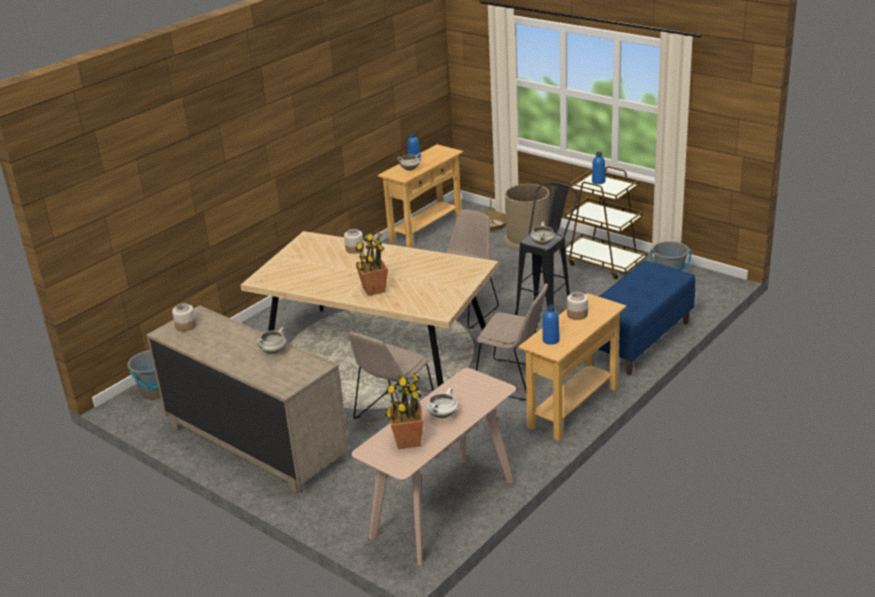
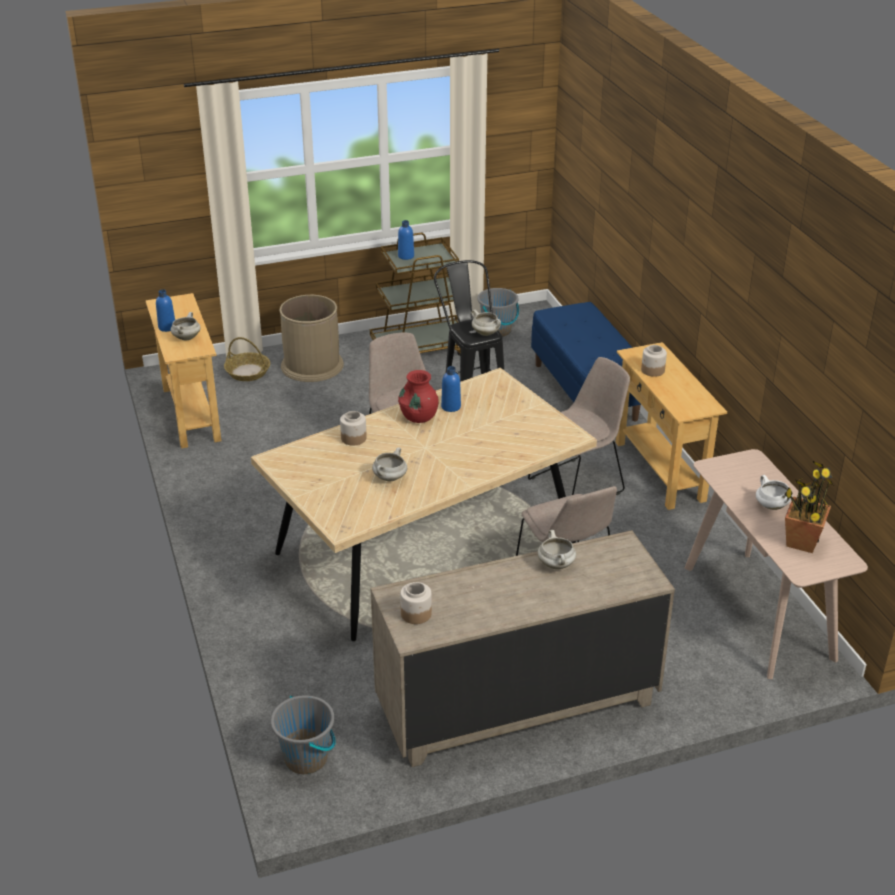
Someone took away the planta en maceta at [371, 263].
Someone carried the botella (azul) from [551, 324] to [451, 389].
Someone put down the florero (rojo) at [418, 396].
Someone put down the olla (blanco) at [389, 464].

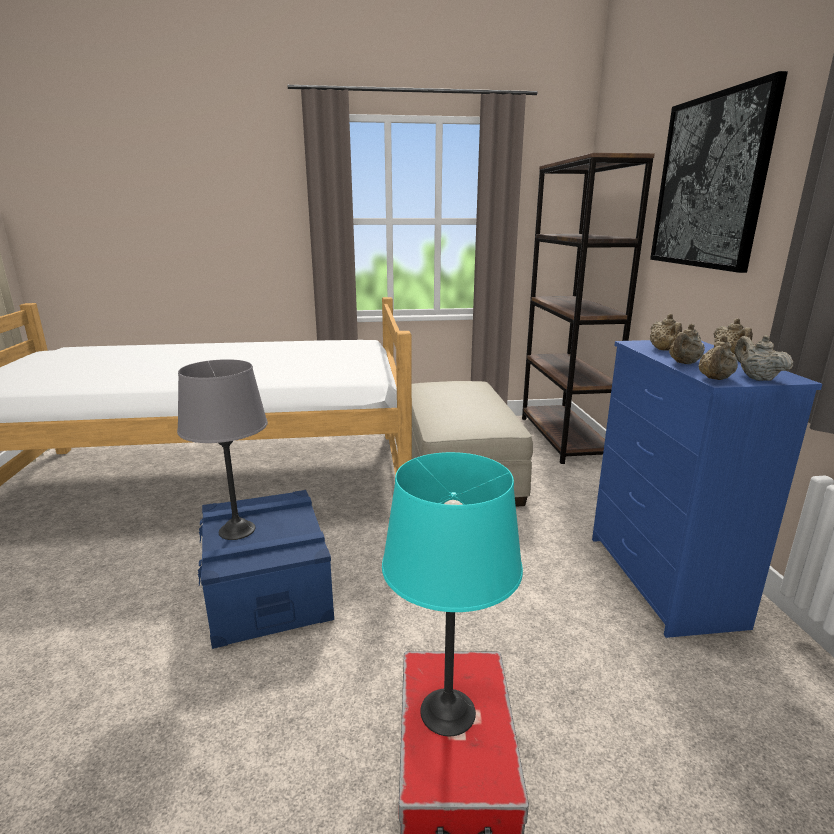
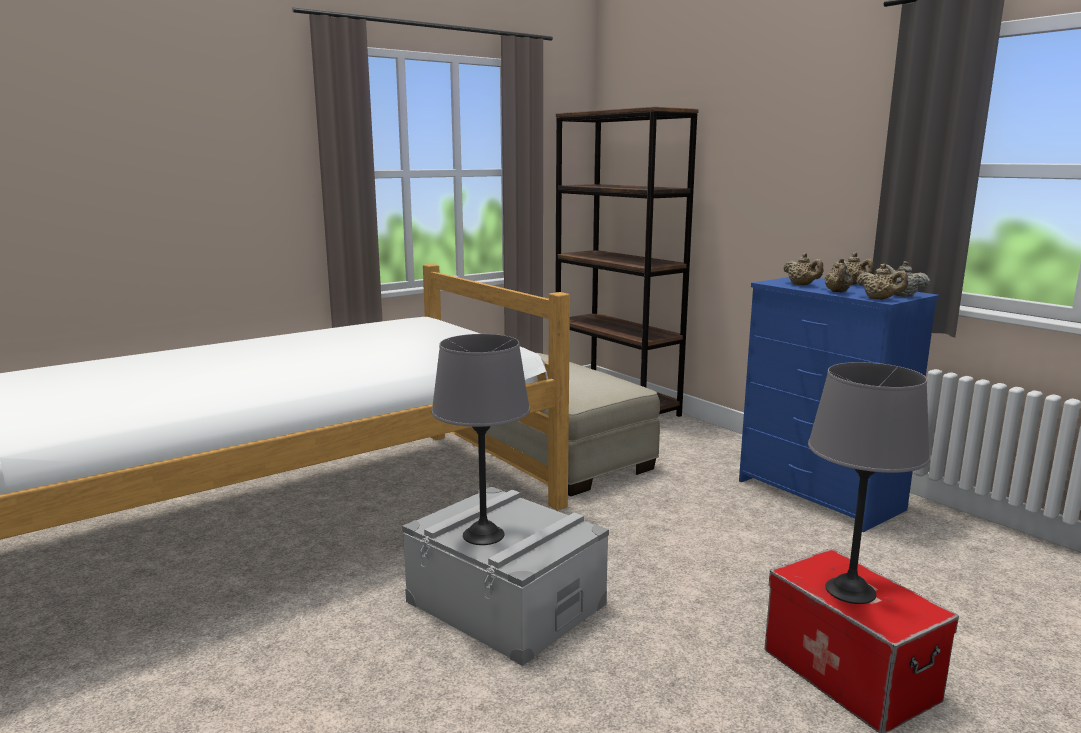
Someone took away the cuadro at [719, 172].
Someone rotated the tetera (beis) at [718, 358] by 45 degrees counterclockwise.
Someone repainted the lámpara de mesa (turquesa) at [452, 594], which became the lámpara de mesa (gris) at [869, 483].
Someone repainted the caja de almacenaje (azul) at [266, 569], which became the caja de almacenaje (gris) at [505, 576].

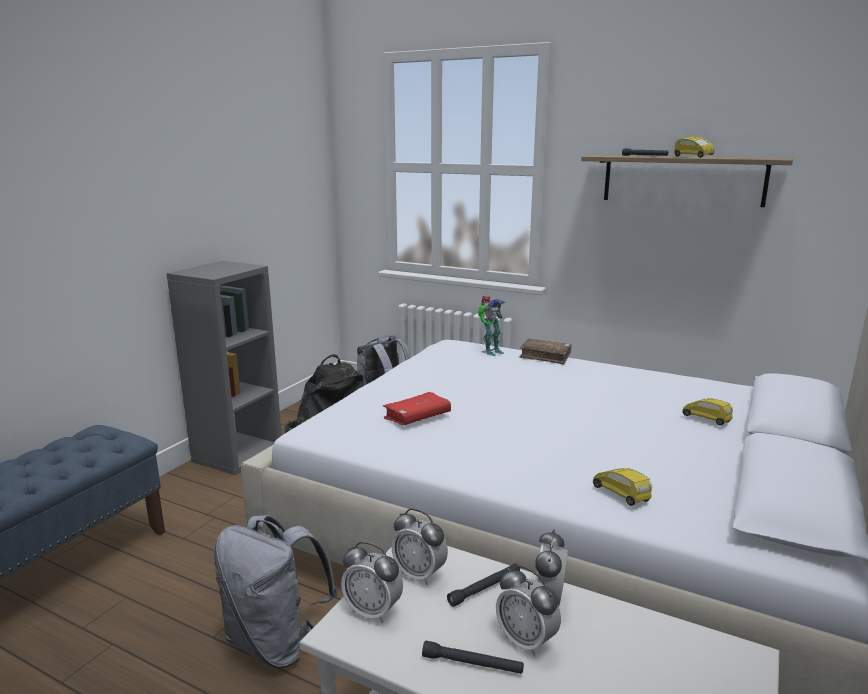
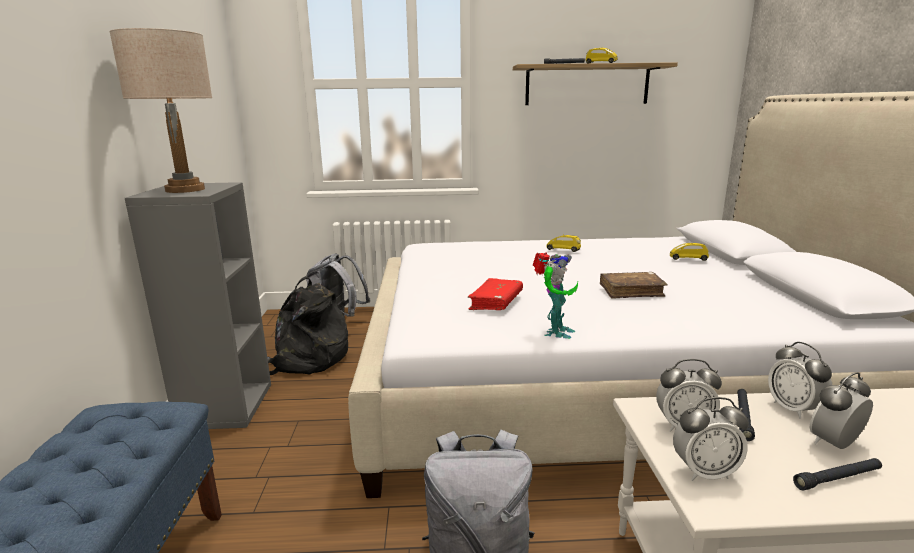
Someone carried the robot de juguete from [491, 326] to [555, 295].
Someone carried the libro (marrón) from [545, 352] to [634, 285].
Someone carried the coche de juguete (amarillo) from [622, 487] to [563, 243].
Someone rotated the despertador at [528, 611] by 135 degrees clockwise.
Someone put down the lámpara de mesa (beis) at [160, 110].

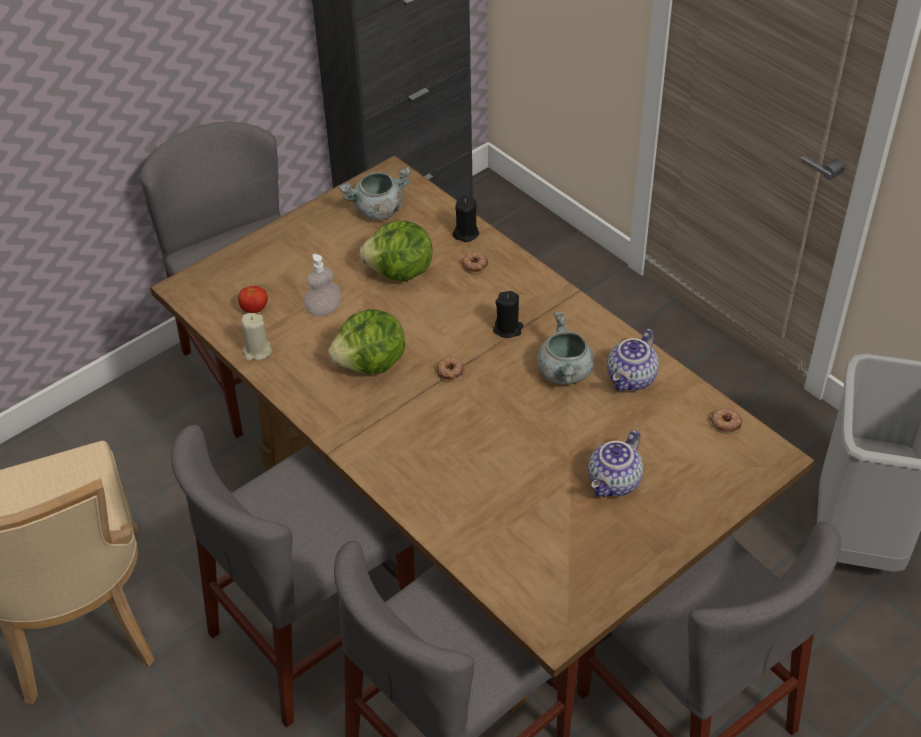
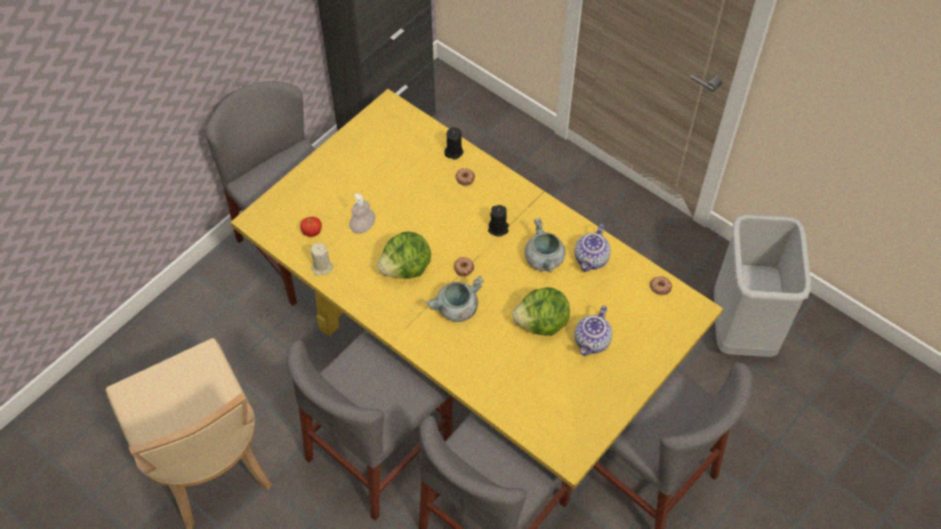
Someone repainted the mesa de comedor (marrón) at [482, 434], which became the mesa de comedor (amarillo) at [476, 289].
Someone carried the olla (gris) from [374, 193] to [455, 299].
Someone carried the lechuga from [396, 251] to [541, 311].

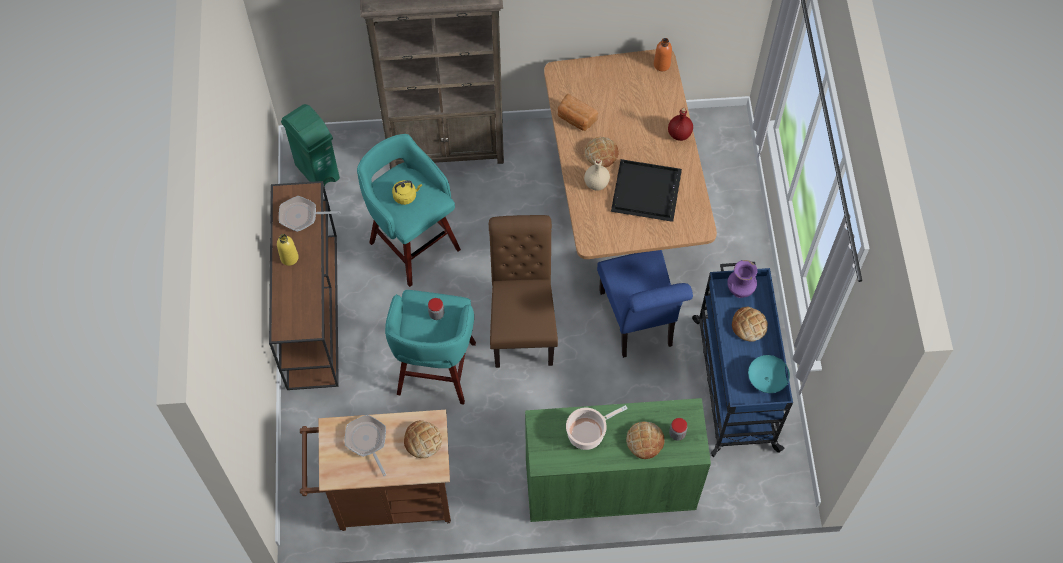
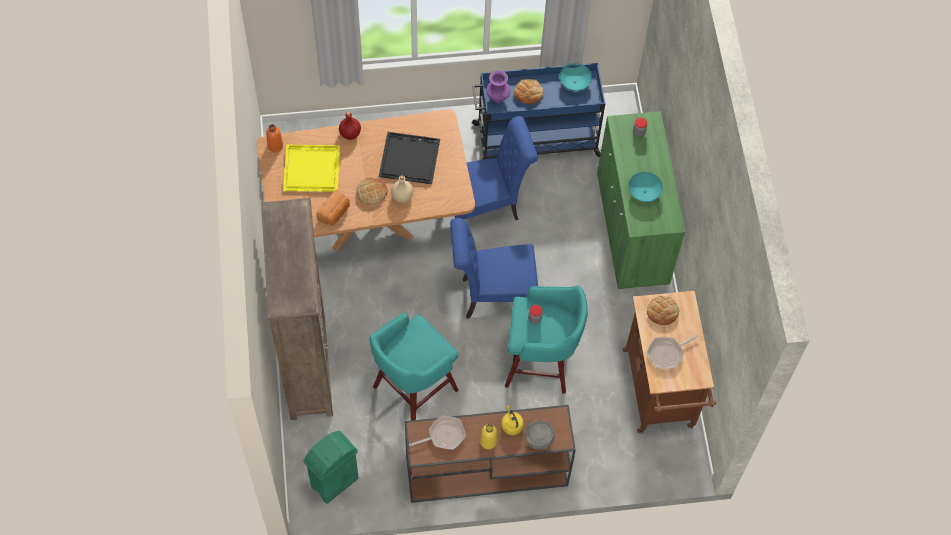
Someone carried the hervidor (amarillo) from [407, 192] to [512, 420].
Someone rotated the sartén at [309, 214] by 105 degrees counterclockwise.
Someone repainted the silla (marrón) at [523, 291], which became the silla (azul) at [494, 268].
Someone swapped the olla at [597, 427] for the cuenco (turquesa) at [646, 187].
Someone took away the pan at [645, 440].
Someone put down the bandeja (amarillo) at [311, 168].
Someone put down the cuenco (gris) at [540, 435].

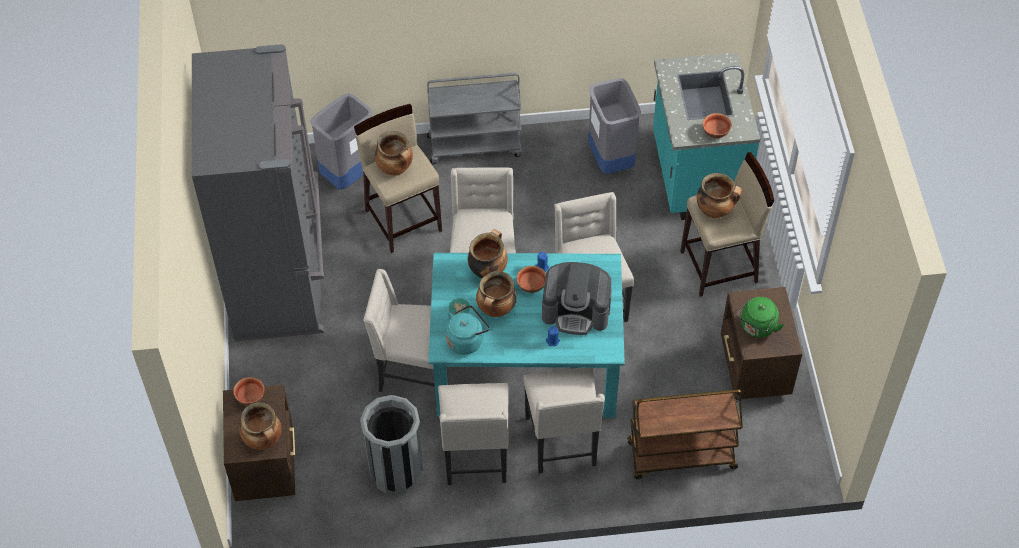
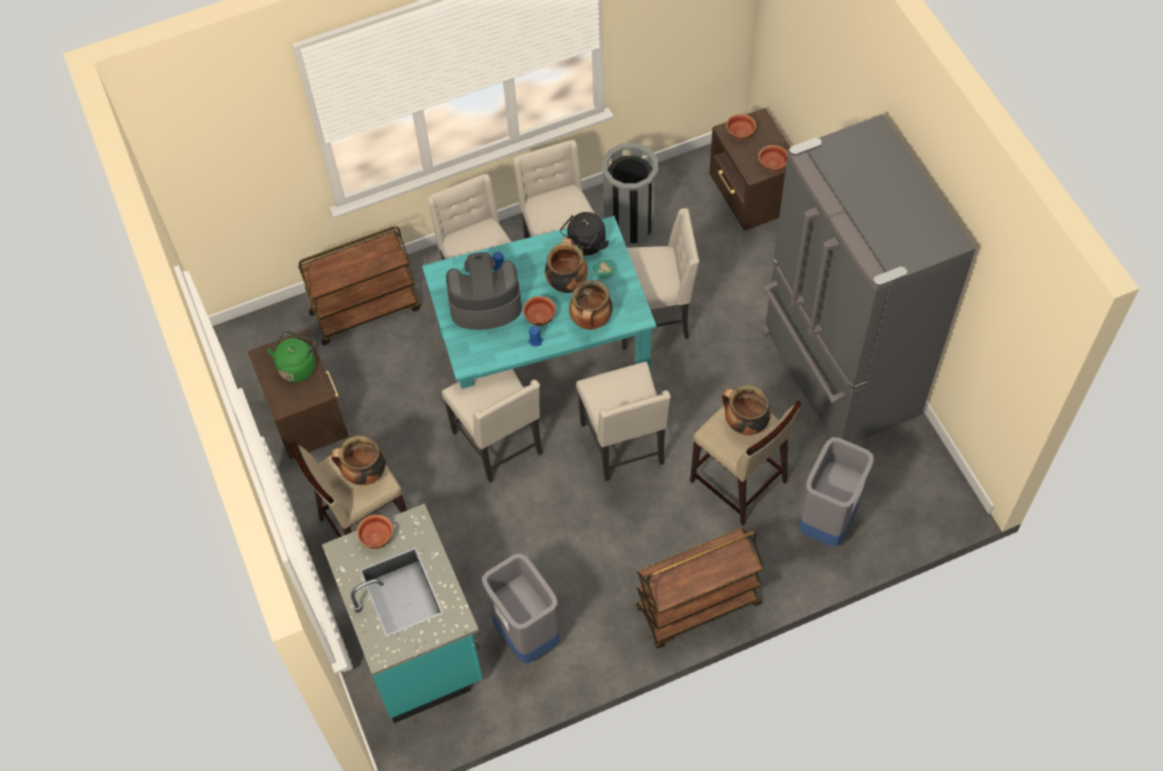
Someone repainted the carrito (gris) at [474, 118], which became the carrito (marrón) at [700, 588].
Someone repainted the hervidor (turquesa) at [468, 330], which became the hervidor (negro) at [584, 234].
Someone swapped the olla at [260, 426] for the cuenco at [741, 127].

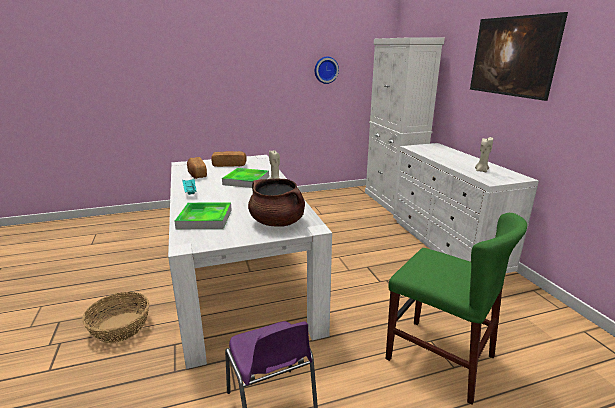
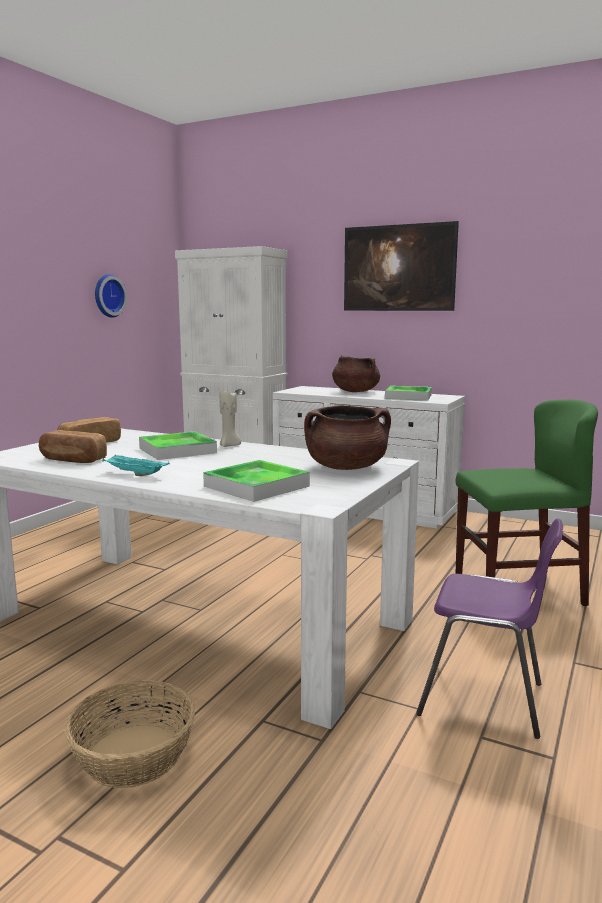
Someone swapped the vela (beis) at [484, 154] for the bandeja at [408, 393].
Someone put down the olla (marrón) at [356, 373].

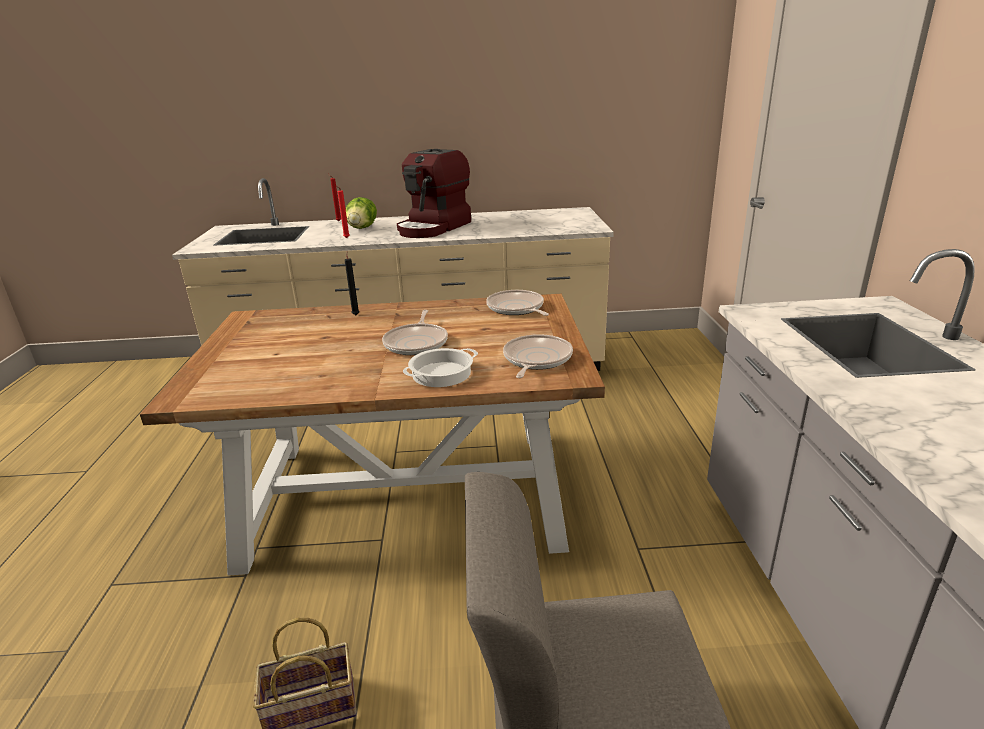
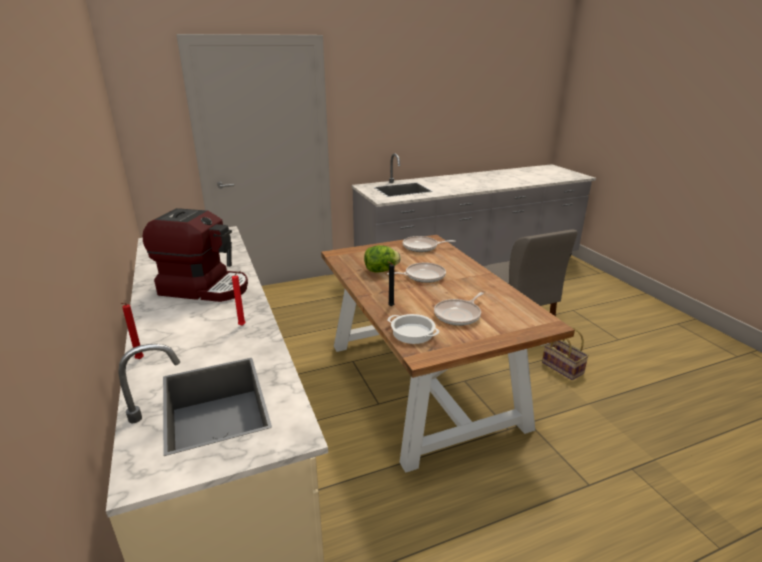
Someone carried the lechuga from [361, 213] to [382, 259].
Someone carried the sartén from [517, 303] to [459, 309].
Someone carried the olla from [440, 367] to [413, 329].

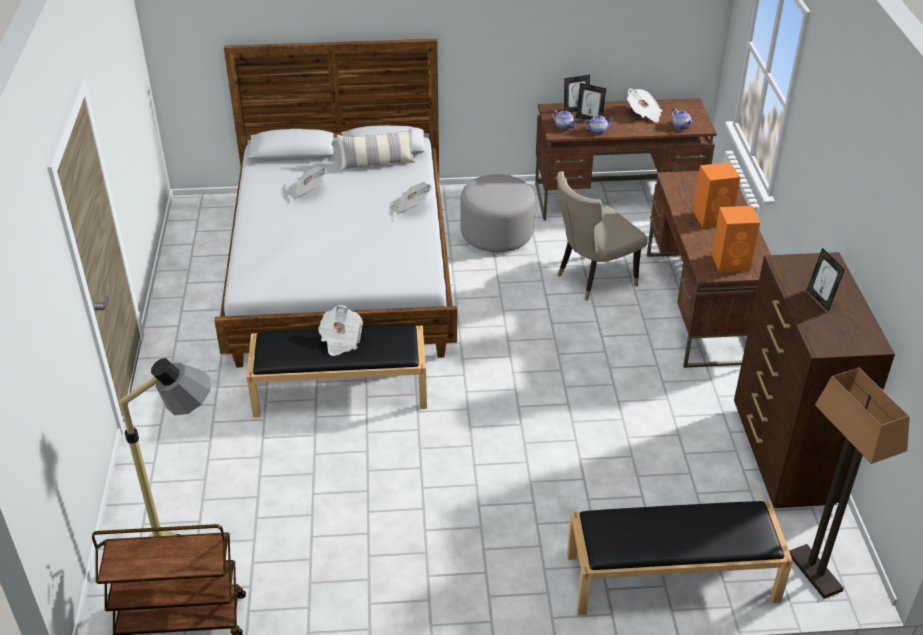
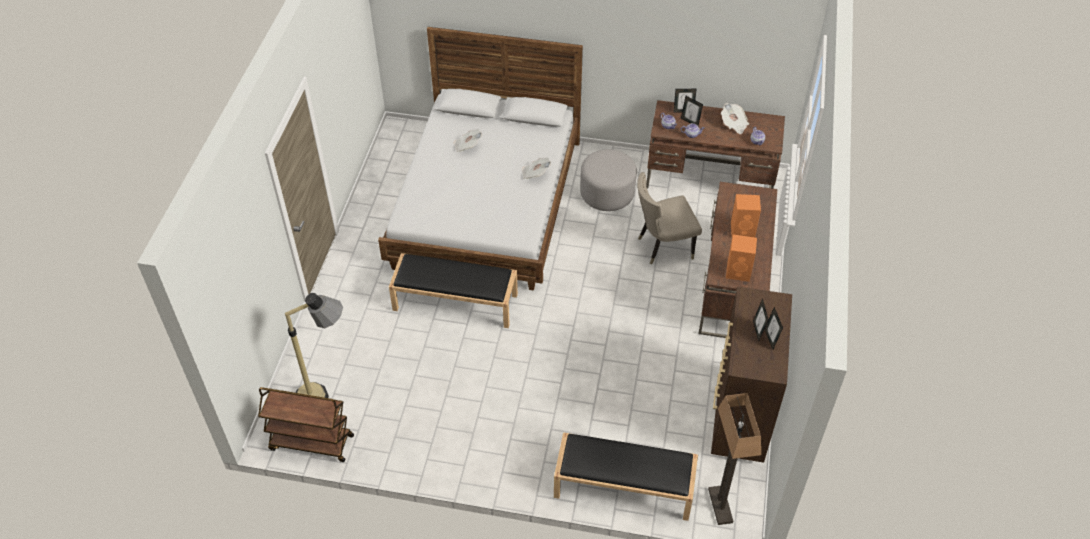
Someone took away the cojín at [376, 149].
Someone took away the periódico at [340, 330].
Someone put down the portarretratos at [773, 328].

